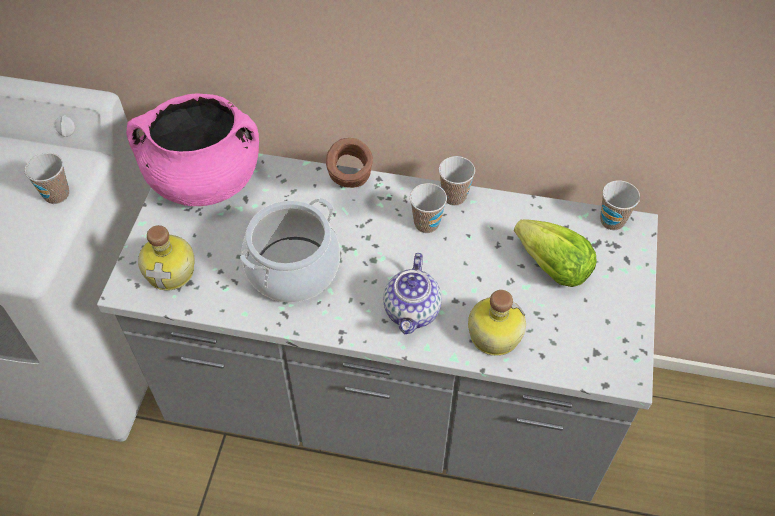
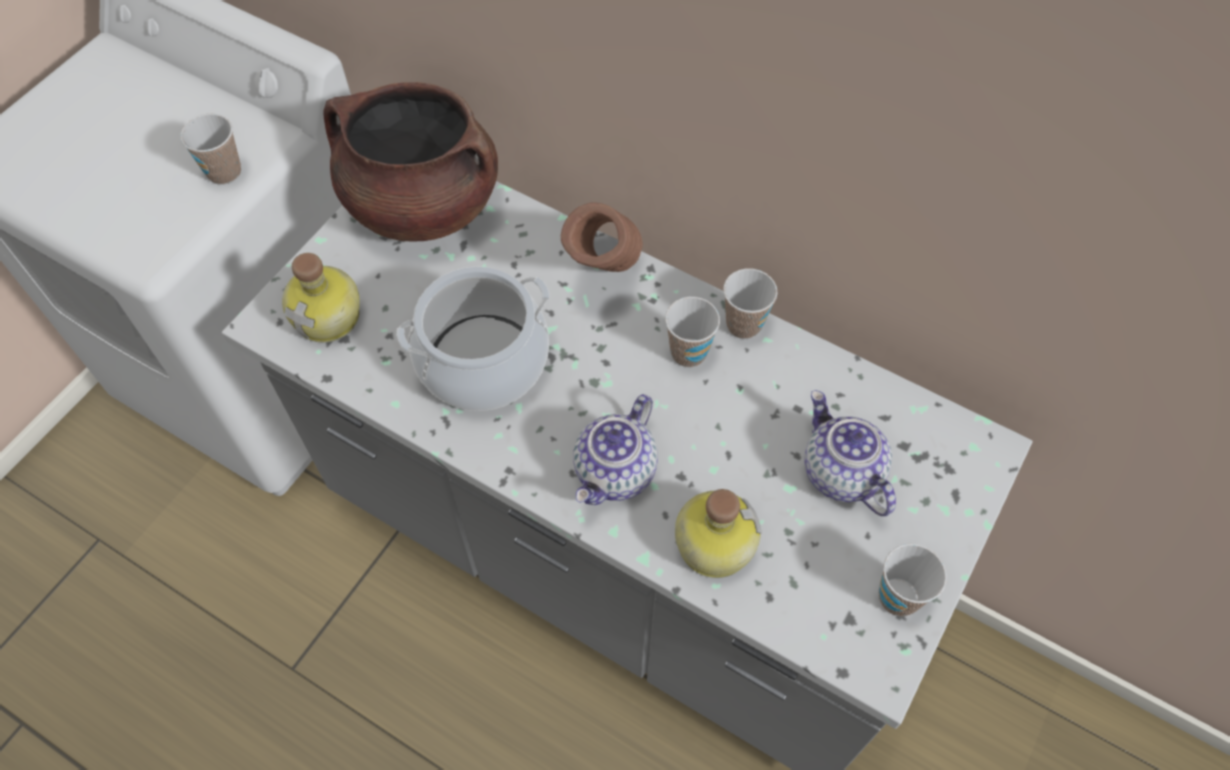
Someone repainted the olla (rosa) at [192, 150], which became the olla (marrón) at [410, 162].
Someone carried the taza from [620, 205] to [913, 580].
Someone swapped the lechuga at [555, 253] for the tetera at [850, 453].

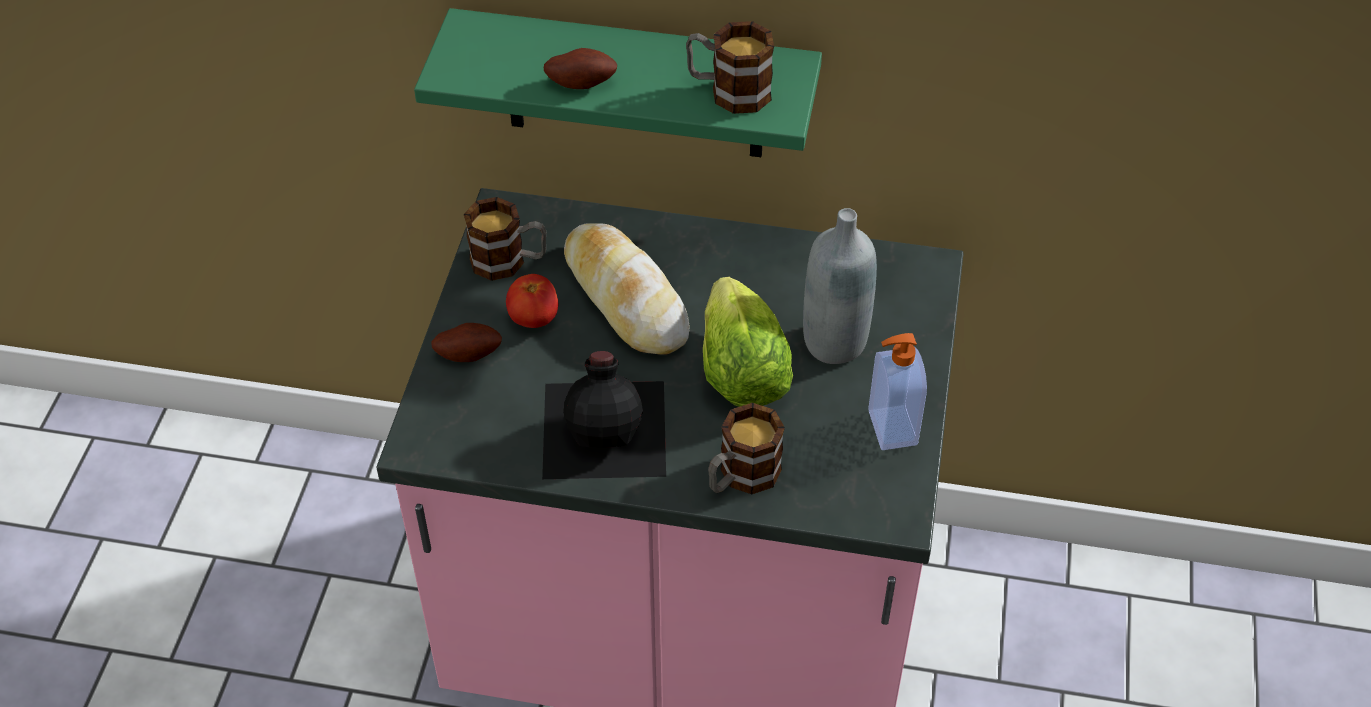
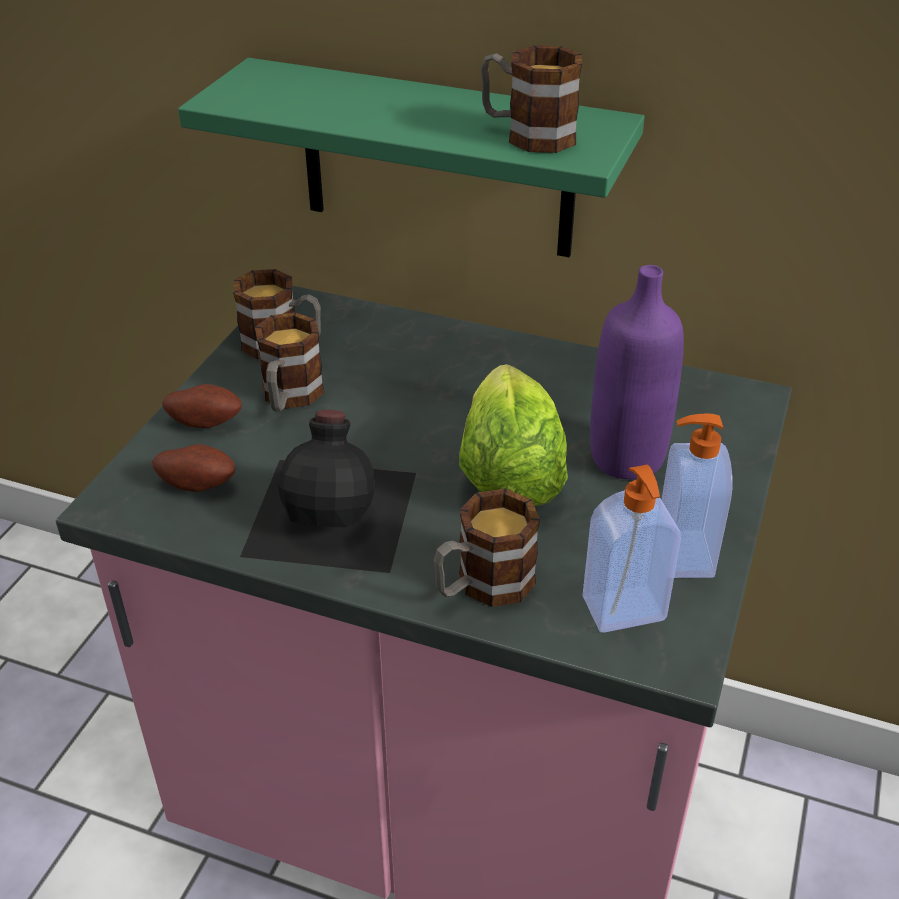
Someone carried the patata from [580, 68] to [193, 468].
Someone repainted the botella (gris) at [840, 286], which became the botella (morado) at [637, 372].
Someone took away the pan at [627, 289].
Someone swapped the tomate at [532, 301] for the taza grande at [289, 362].
Someone put down the dispensador de jabón at [631, 549].

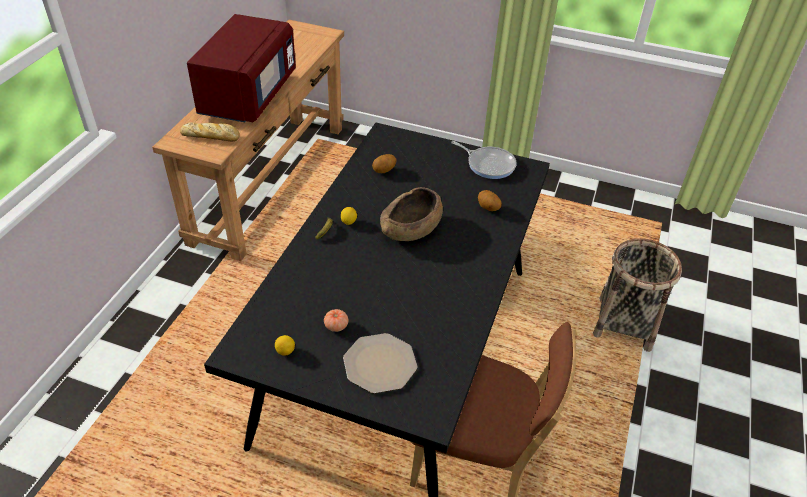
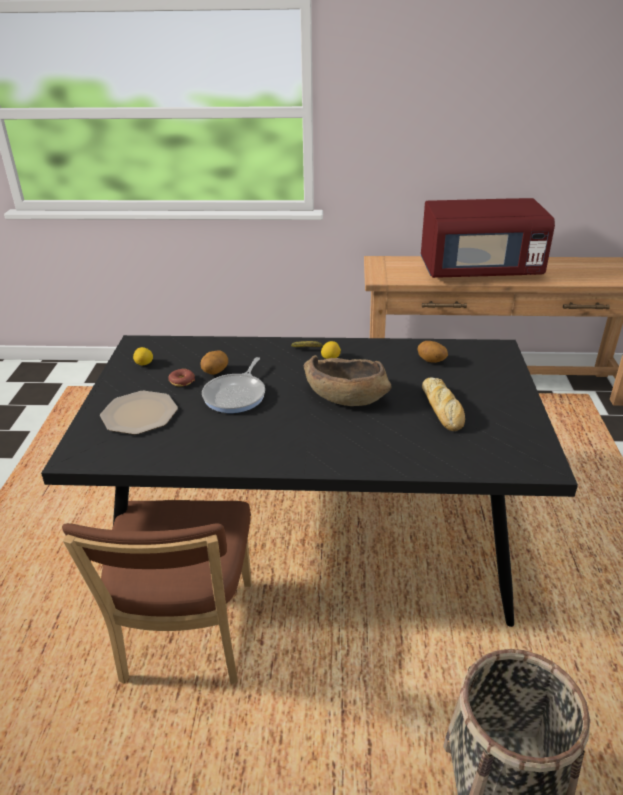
Someone carried the pan from [210, 131] to [443, 404].
Someone carried the sartén from [483, 160] to [233, 385].
Someone carried the patata from [490, 200] to [214, 362].
Someone swapped the tomate at [336, 320] for the rosquilla at [181, 378].

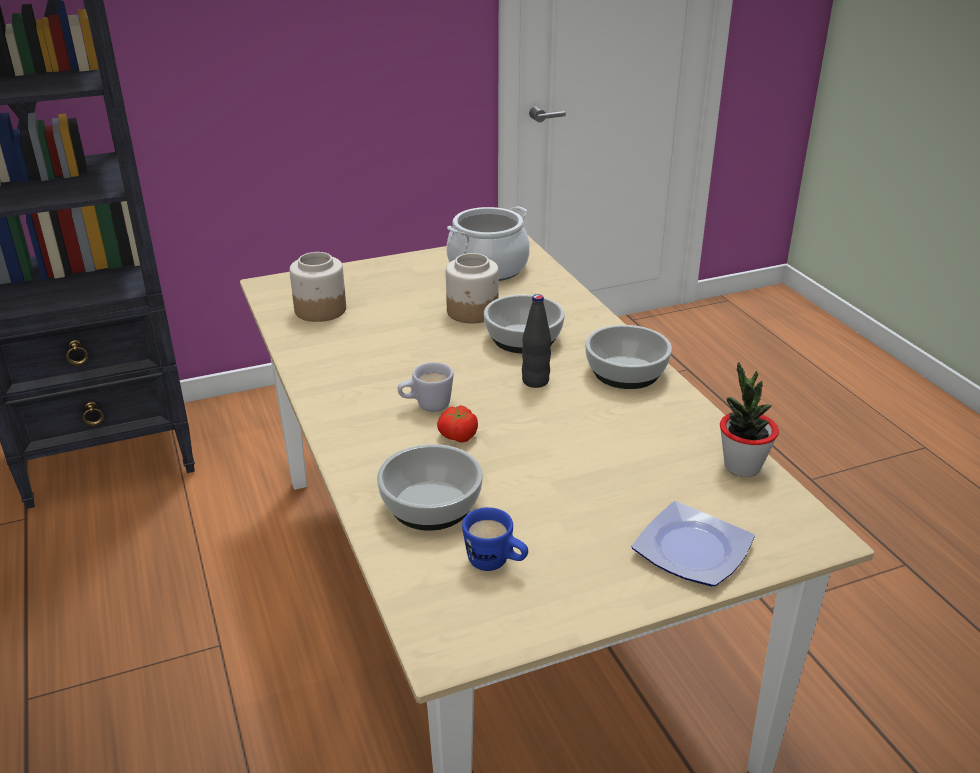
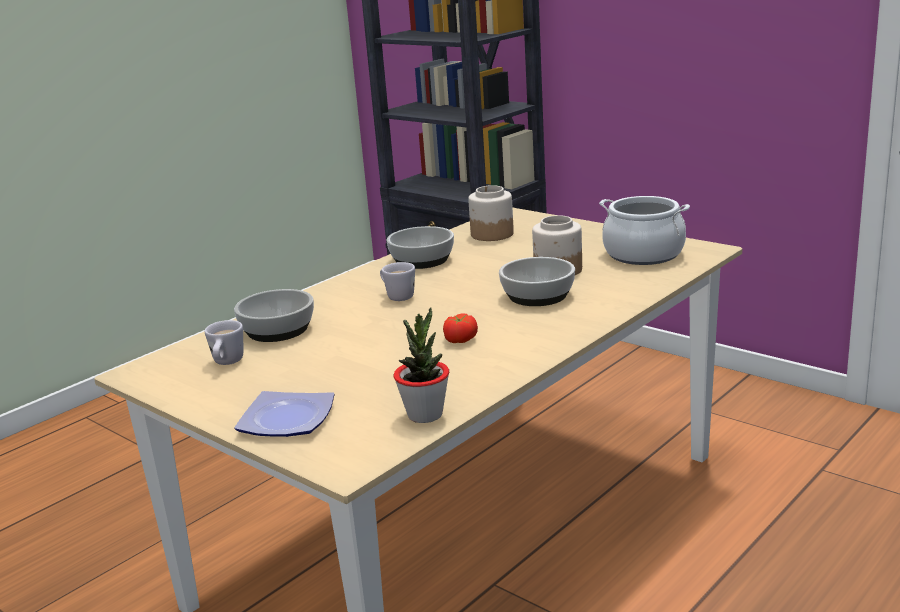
Someone took away the botella (negro) at [536, 341].
Someone carried the cuenco from [628, 357] to [420, 247].
Someone carried the tomate from [457, 424] to [460, 328].
Someone repainted the taza grande (azul) at [495, 539], which became the taza grande (blanco) at [224, 342].

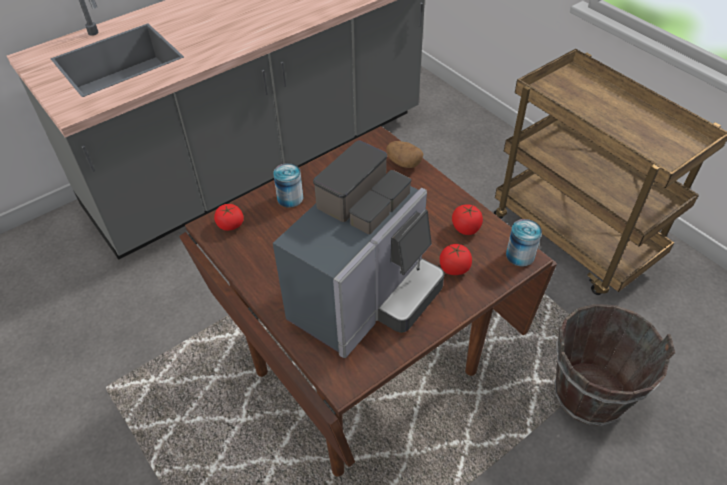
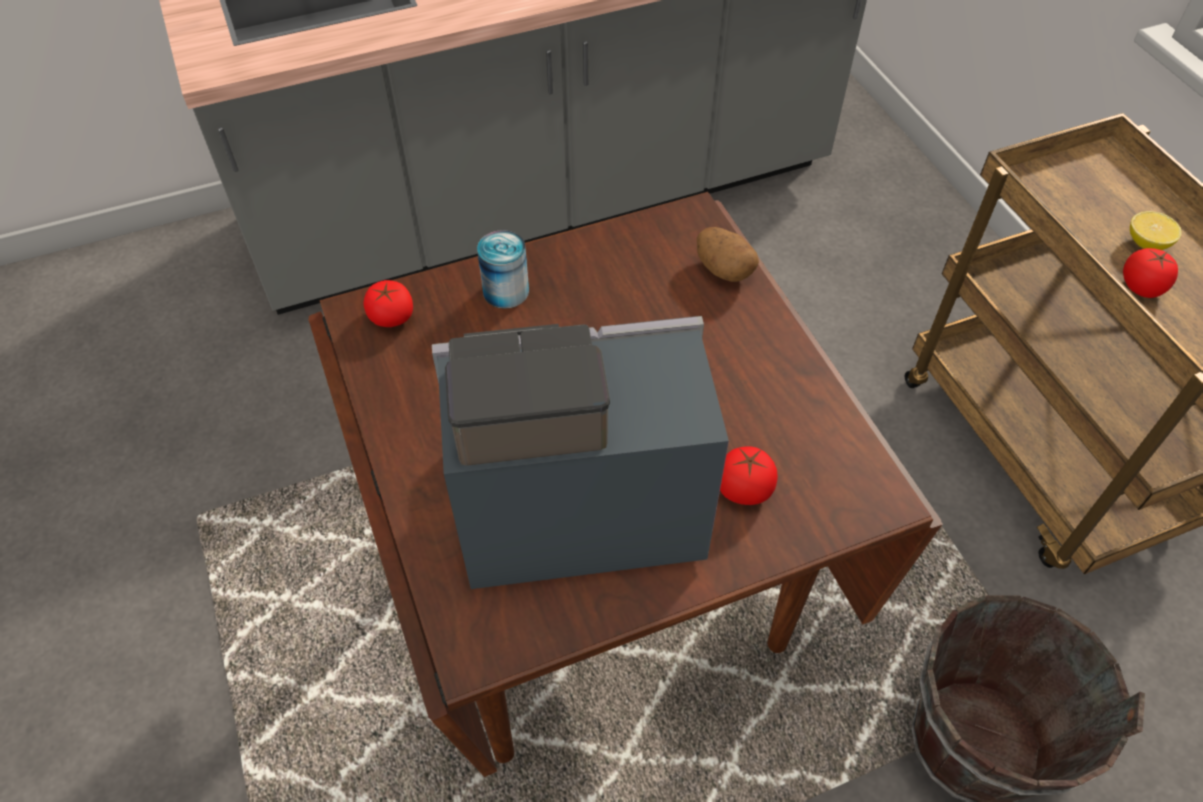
Someone rotated the cafetera at [358, 249] by 150 degrees counterclockwise.
Someone carried the tomate from [467, 219] to [1150, 273].
Someone took away the lata at [524, 243].
Someone put down the limón at [1156, 230].

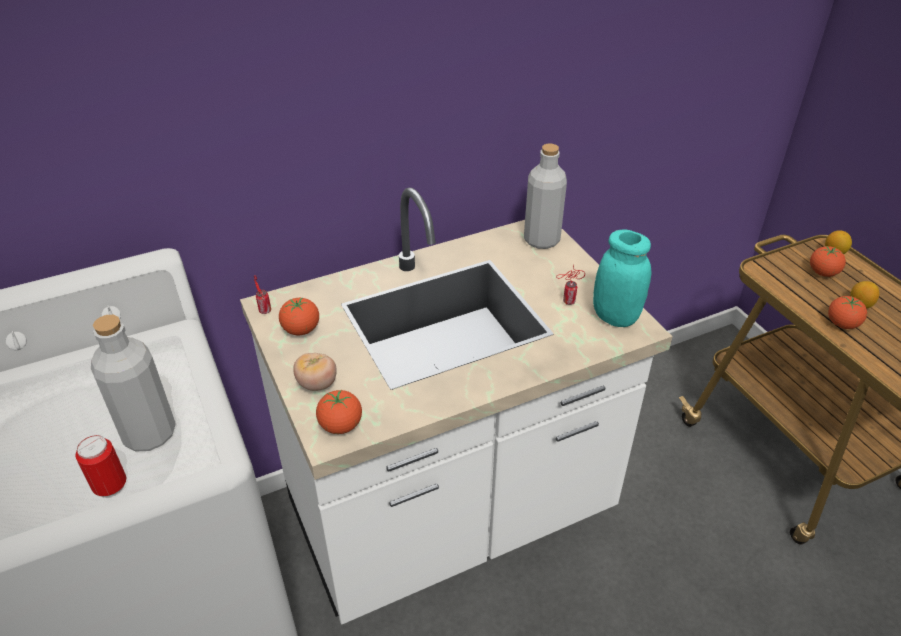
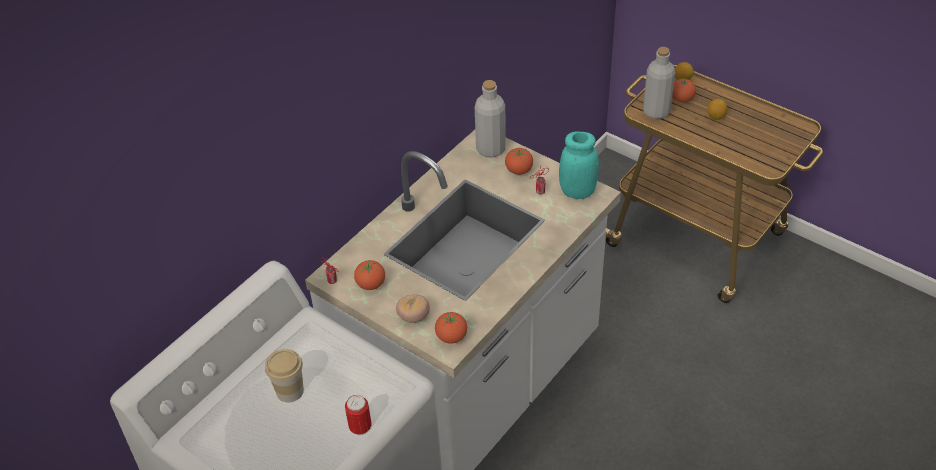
Someone carried the tomate from [847, 312] to [519, 161].
Someone carried the botella (gris) from [133, 383] to [659, 83].
Someone put down the taza at [284, 376].

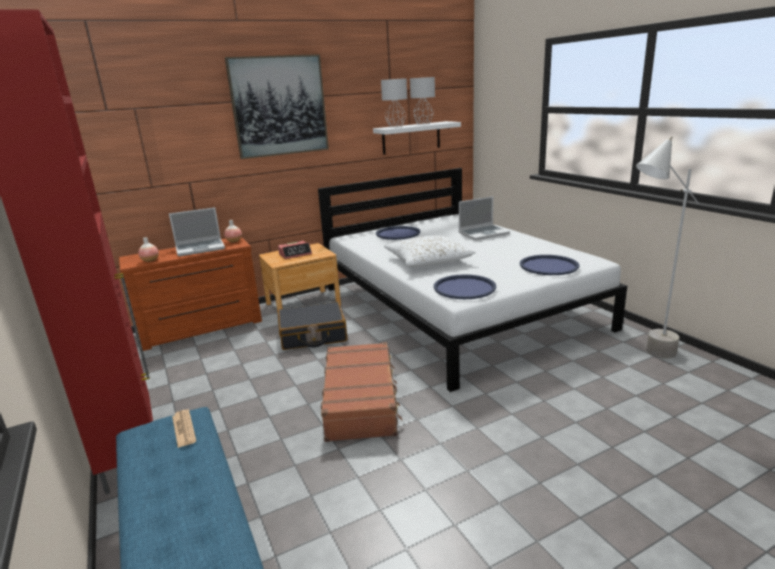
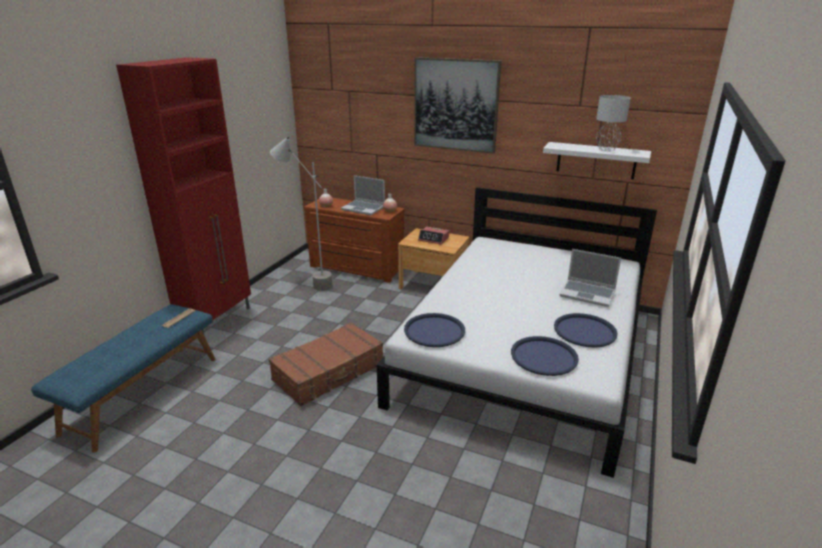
Someone took away the lámpara de mesa (gris) at [394, 103].
Someone carried the lámpara de pie (gris) from [667, 247] to [301, 213].
Someone carried the bandeja (azul) from [398, 233] to [586, 330].
Someone took away the cojín (blanco) at [429, 251].
Someone took away the maleta (negro) at [312, 326].

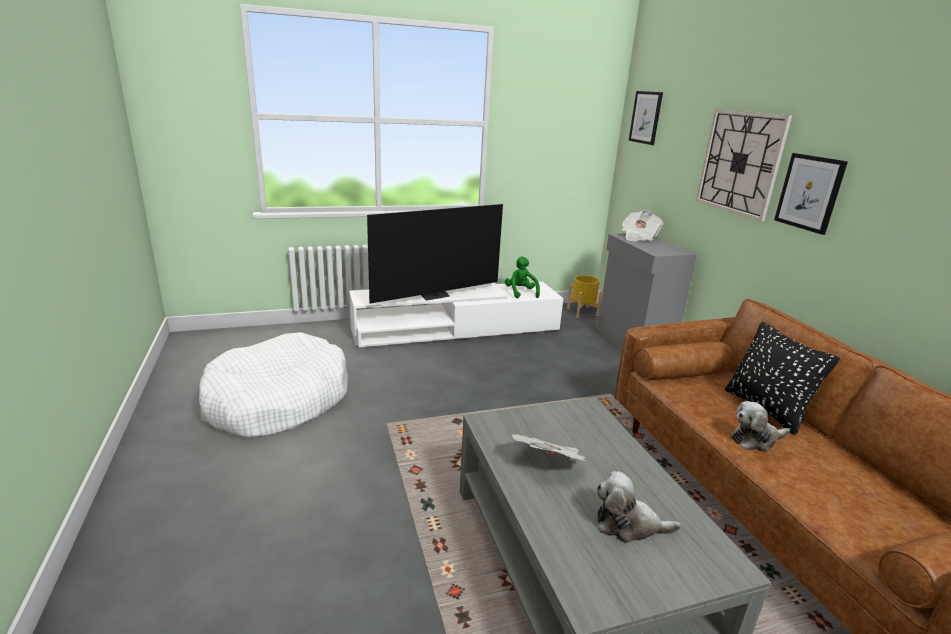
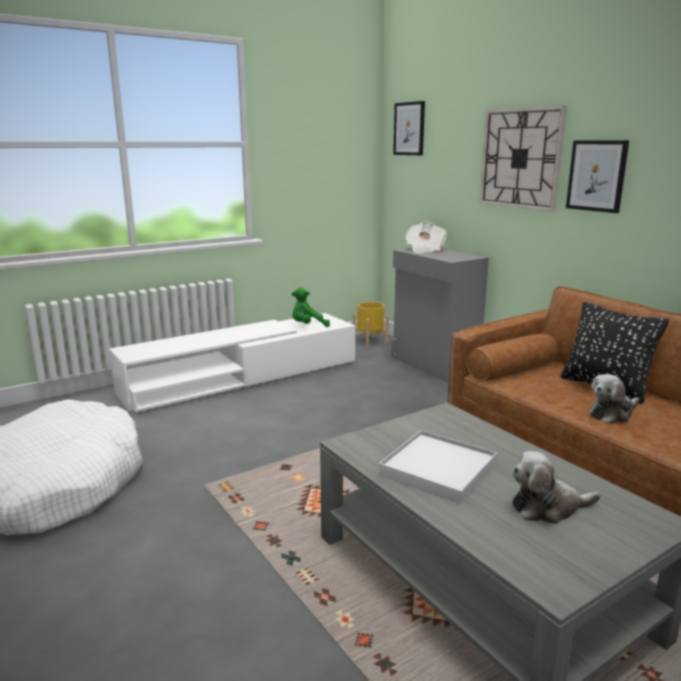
Someone took away the televisor at [435, 254].
Someone rotated the peluche (verde) at [522, 277] by 75 degrees counterclockwise.
Someone swapped the periódico at [549, 447] for the bandeja (blanco) at [438, 467].

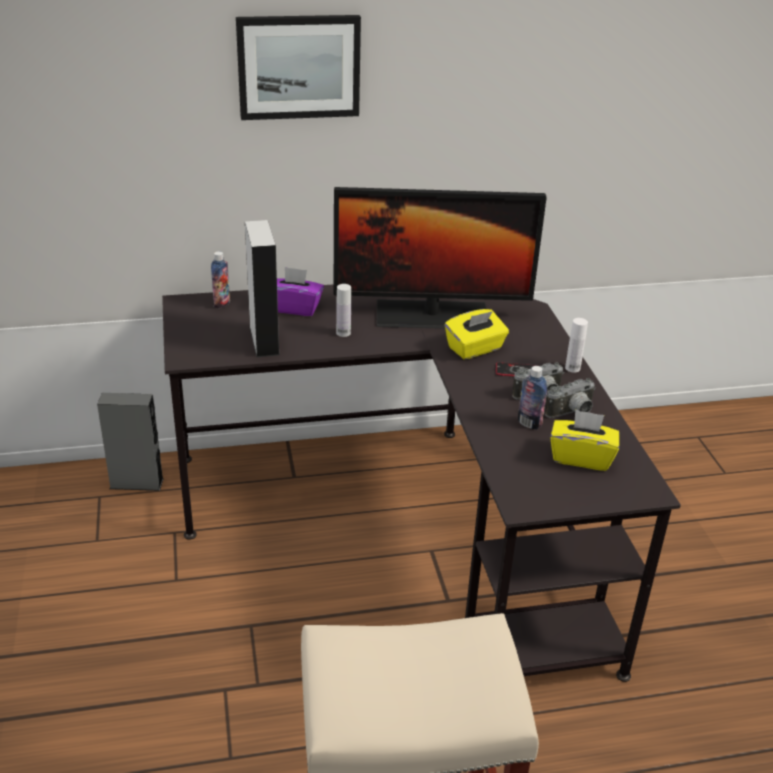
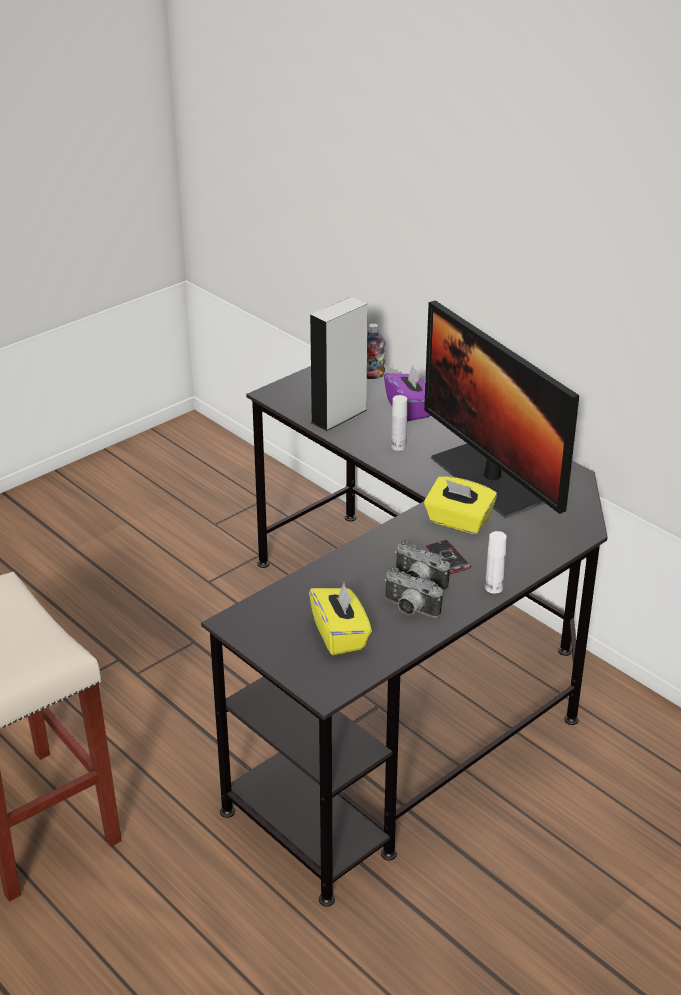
Someone took away the cuadro at [298, 67].
Someone took away the botella at [532, 398].
Someone took away the altavoz (gris) at [130, 442].

